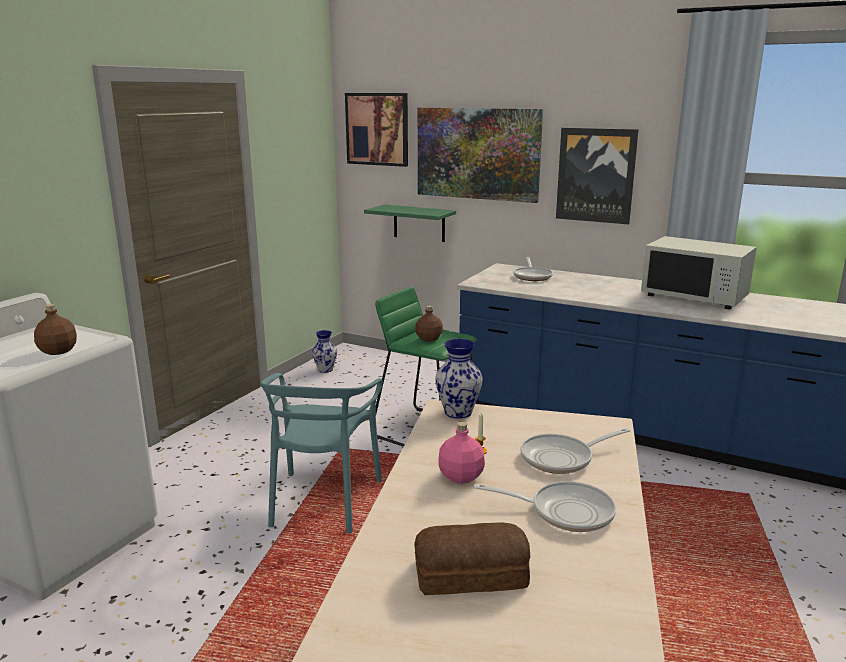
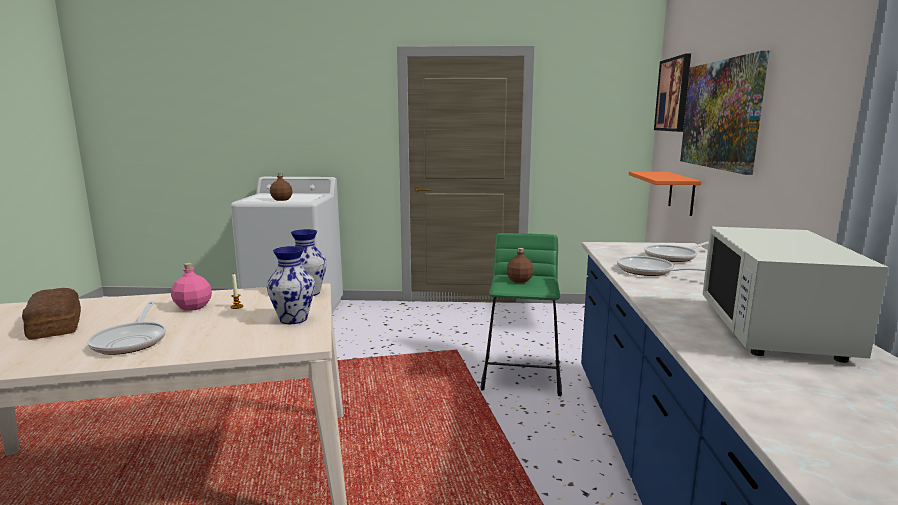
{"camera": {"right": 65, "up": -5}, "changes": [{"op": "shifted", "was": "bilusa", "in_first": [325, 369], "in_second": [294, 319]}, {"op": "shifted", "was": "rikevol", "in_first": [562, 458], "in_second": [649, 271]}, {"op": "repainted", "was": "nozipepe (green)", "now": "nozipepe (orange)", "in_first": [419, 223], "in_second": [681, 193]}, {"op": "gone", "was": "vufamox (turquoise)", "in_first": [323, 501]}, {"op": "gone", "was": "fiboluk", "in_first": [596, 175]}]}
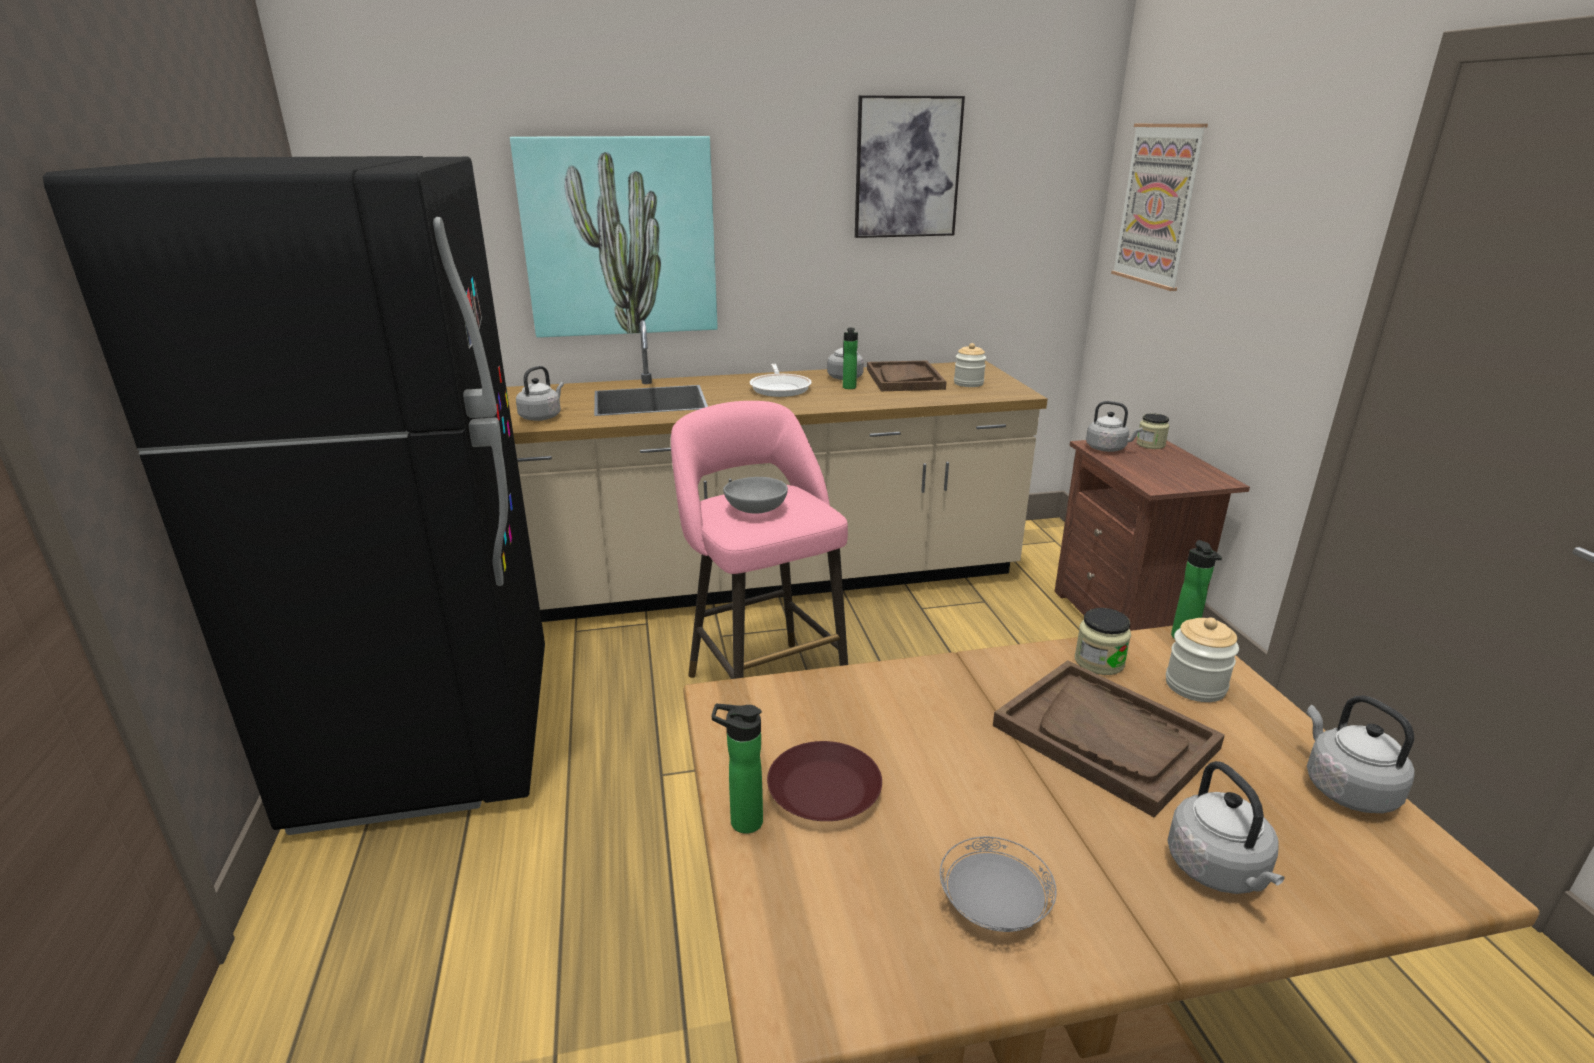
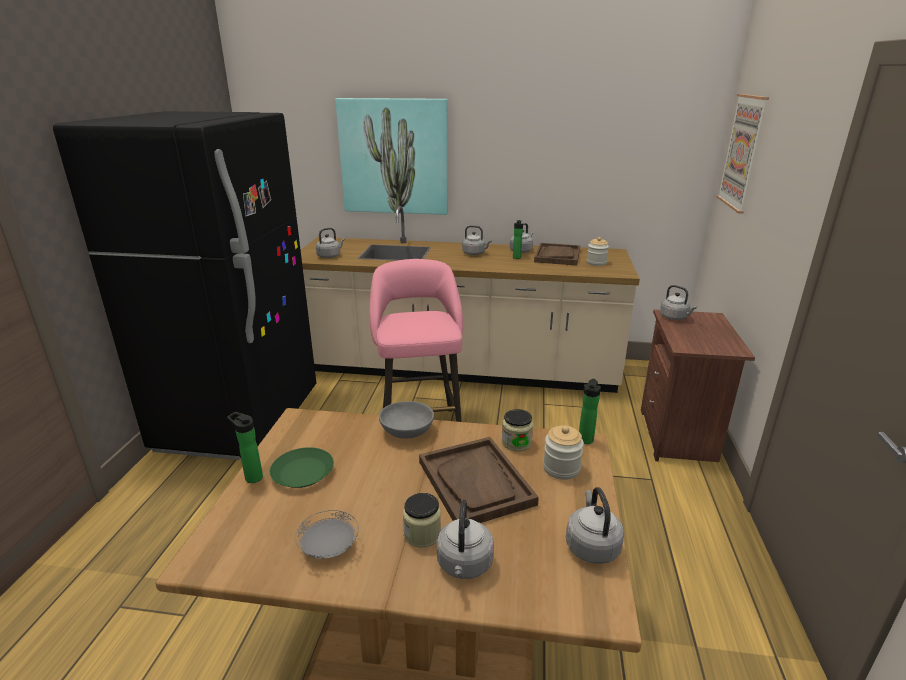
{"camera": {"right": 20, "up": 0}, "changes": [{"op": "repainted", "was": "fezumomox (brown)", "now": "fezumomox (green)", "in_first": [824, 789], "in_second": [303, 472]}, {"op": "shifted", "was": "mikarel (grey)", "in_first": [756, 508], "in_second": [407, 431]}, {"op": "shifted", "was": "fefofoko", "in_first": [1150, 444], "in_second": [422, 534]}, {"op": "swapped", "was": "rikevol", "now": "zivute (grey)", "in_first": [780, 388], "in_second": [475, 253]}, {"op": "gone", "was": "fiboluk", "in_first": [907, 168]}]}
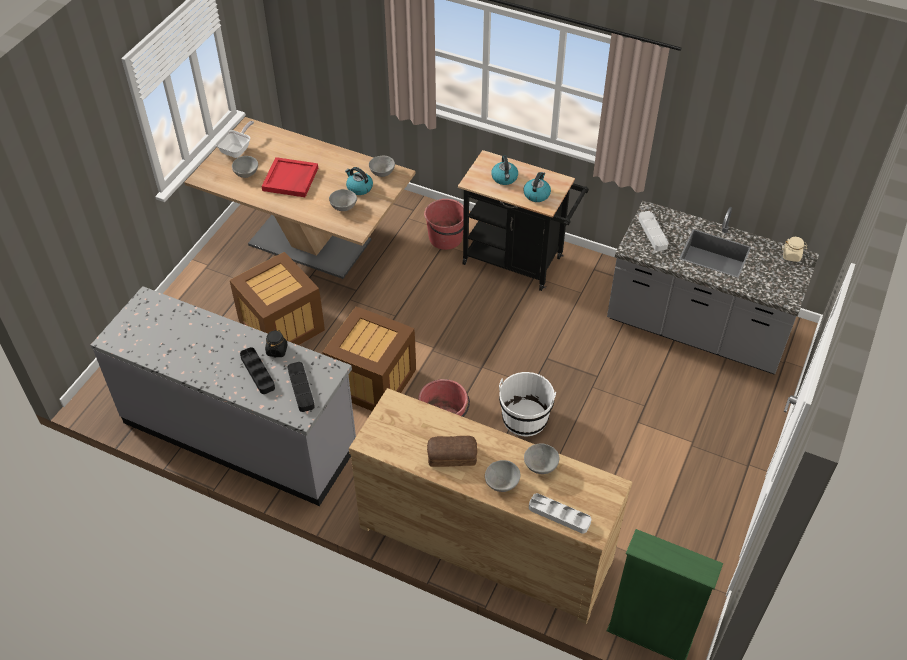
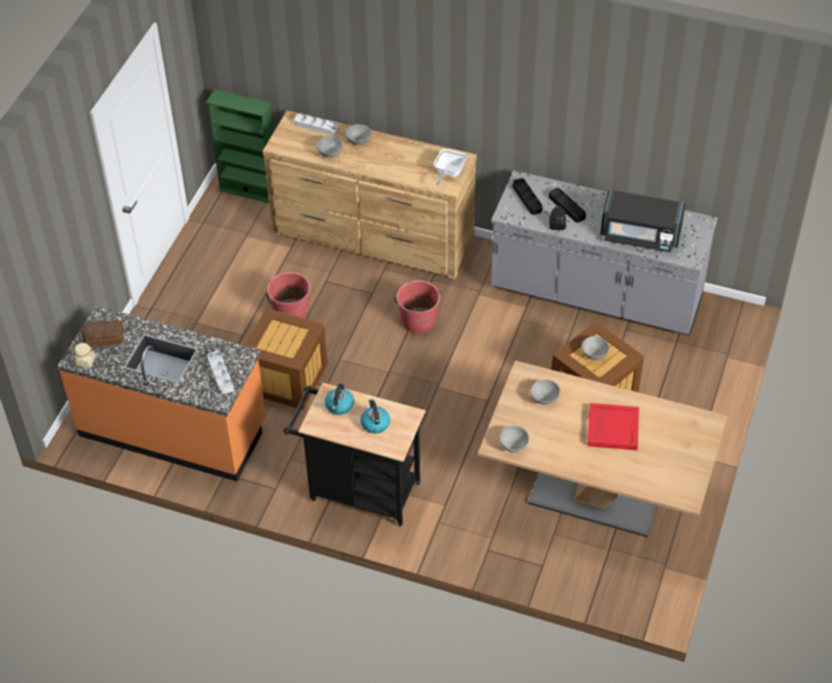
{"camera": {"right": 175, "up": 0}, "changes": [{"op": "repainted", "was": "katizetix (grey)", "now": "katizetix (orange)", "in_first": [697, 329], "in_second": [173, 428]}, {"op": "shifted", "was": "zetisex", "in_first": [451, 455], "in_second": [105, 338]}, {"op": "shifted", "was": "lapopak", "in_first": [372, 381], "in_second": [287, 379]}, {"op": "shifted", "was": "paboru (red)", "in_first": [446, 238], "in_second": [290, 311]}, {"op": "shifted", "was": "rikevol", "in_first": [237, 150], "in_second": [448, 173]}, {"op": "shifted", "was": "mikarel (grey)", "in_first": [247, 173], "in_second": [594, 354]}, {"op": "new", "now": "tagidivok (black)", "in_second": [640, 235]}, {"op": "gone", "was": "zivute", "in_first": [359, 188]}, {"op": "gone", "was": "paboru (white)", "in_first": [525, 418]}]}
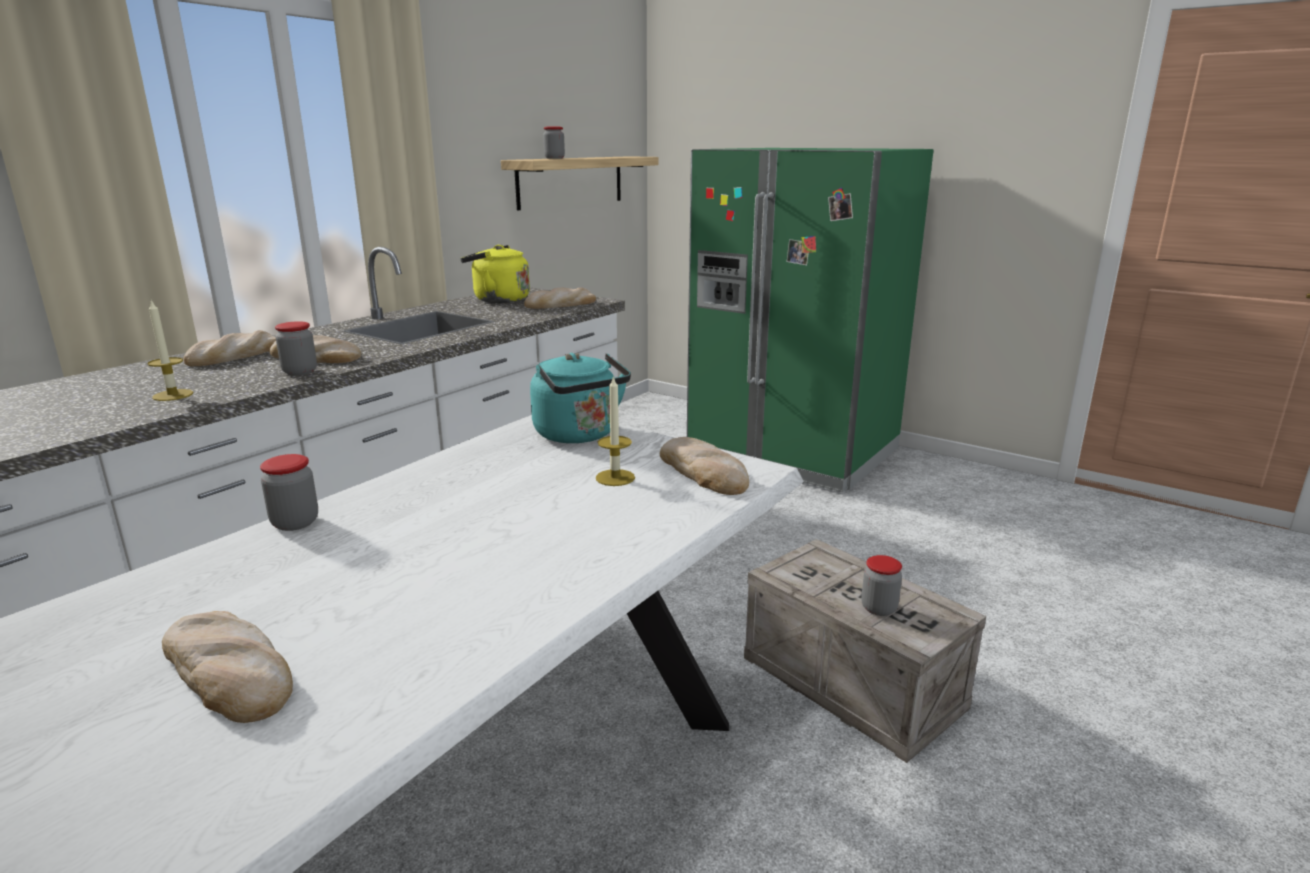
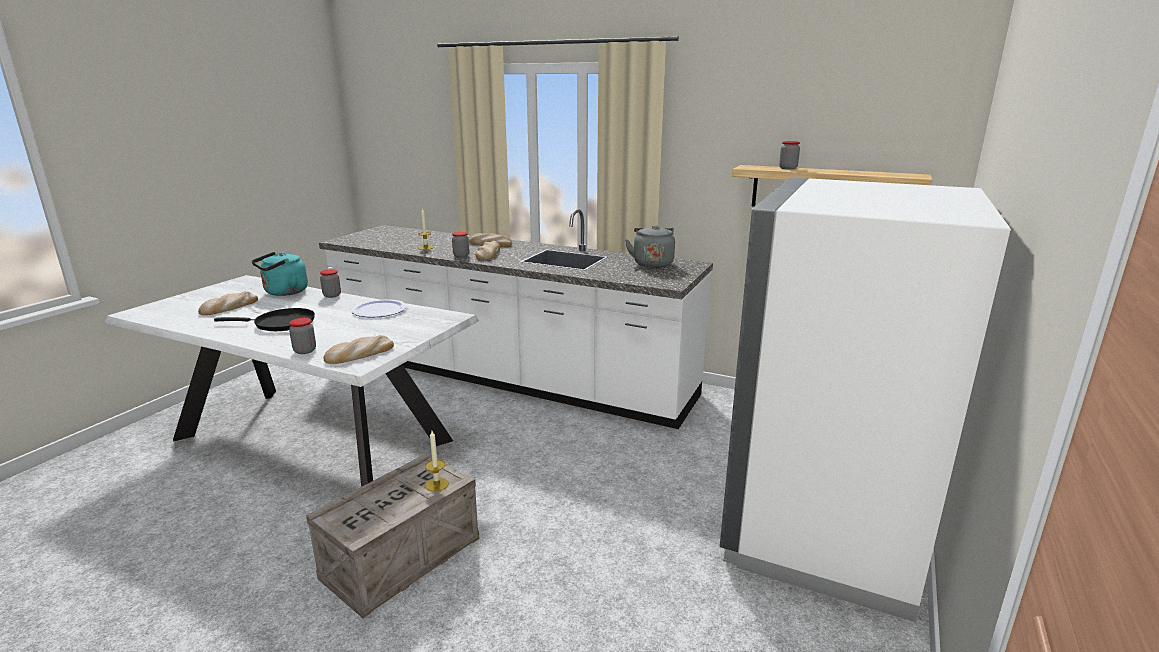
{"camera": {"right": 80, "up": 0}, "changes": [{"op": "new", "now": "rikevol (black)", "in_second": [281, 323]}, {"op": "shifted", "was": "zivute (turquoise)", "in_first": [579, 435], "in_second": [283, 292]}, {"op": "shifted", "was": "fefofoko", "in_first": [878, 608], "in_second": [305, 351]}, {"op": "new", "now": "fezumomox", "in_second": [379, 310]}, {"op": "shifted", "was": "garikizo", "in_first": [615, 478], "in_second": [436, 484]}, {"op": "repainted", "was": "zivute (yellow)", "now": "zivute (grey)", "in_first": [498, 300], "in_second": [652, 263]}, {"op": "repainted", "was": "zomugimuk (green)", "now": "zomugimuk (white)", "in_first": [793, 452], "in_second": [821, 528]}, {"op": "gone", "was": "zetisex", "in_first": [560, 304]}]}
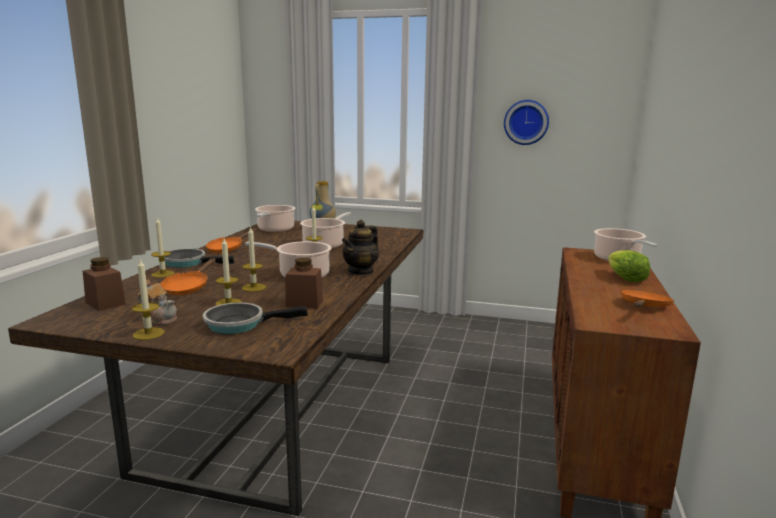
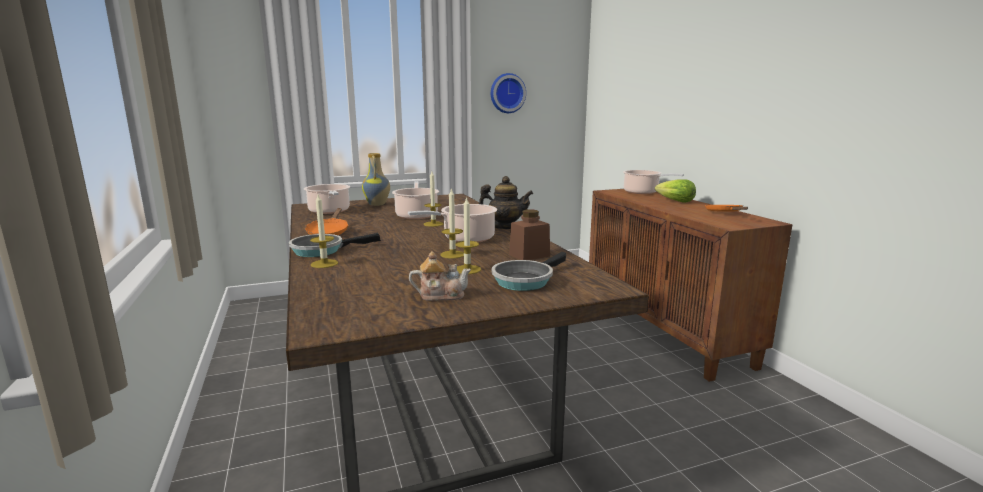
{"camera": {"right": -35, "up": 0}, "changes": [{"op": "rotated", "was": "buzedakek", "in_first": [361, 271], "in_second": [505, 227], "clockwise": -75}, {"op": "gone", "was": "fefofoko (brown)", "in_first": [105, 303]}, {"op": "gone", "was": "garikizo", "in_first": [148, 334]}, {"op": "gone", "was": "rikevol (orange)", "in_first": [188, 287]}]}
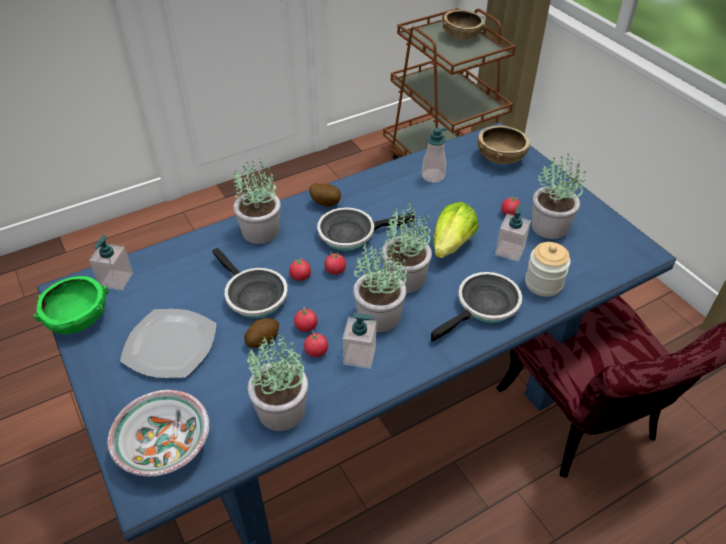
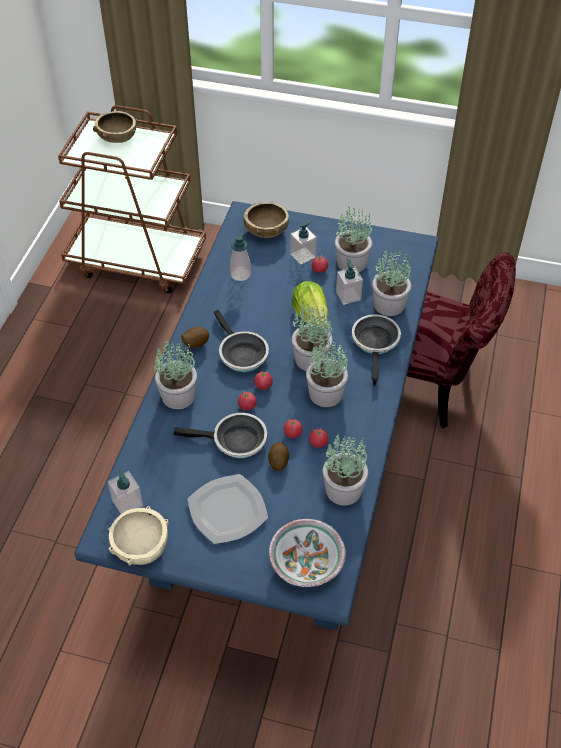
{"camera": {"right": -45, "up": 5}, "changes": [{"op": "repainted", "was": "mikarel (green)", "now": "mikarel (beige)", "in_first": [78, 318], "in_second": [141, 545]}, {"op": "rotated", "was": "rikevol", "in_first": [351, 234], "in_second": [241, 354], "clockwise": -60}, {"op": "shifted", "was": "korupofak", "in_first": [360, 356], "in_second": [303, 255]}, {"op": "swapped", "was": "fefofoko", "now": "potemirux", "in_first": [543, 283], "in_second": [389, 304]}]}
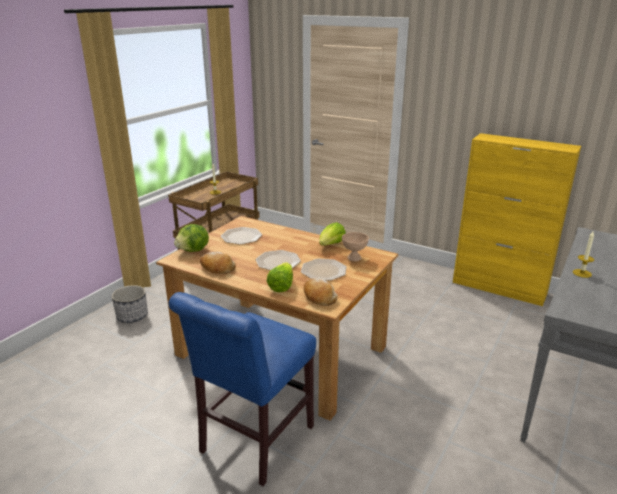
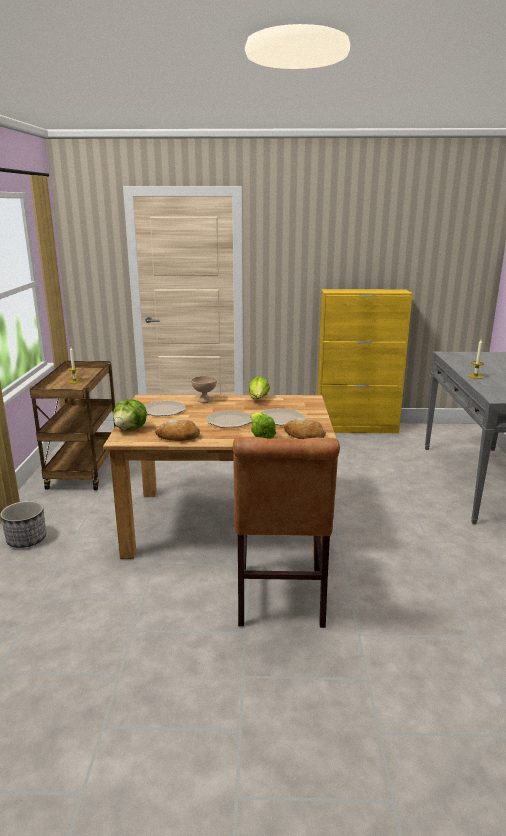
{"camera": {"right": -30, "up": -5}, "changes": [{"op": "shifted", "was": "mikarel (beige)", "in_first": [354, 258], "in_second": [205, 400]}, {"op": "repainted", "was": "vufamox (blue)", "now": "vufamox (brown)", "in_first": [253, 443], "in_second": [280, 600]}]}
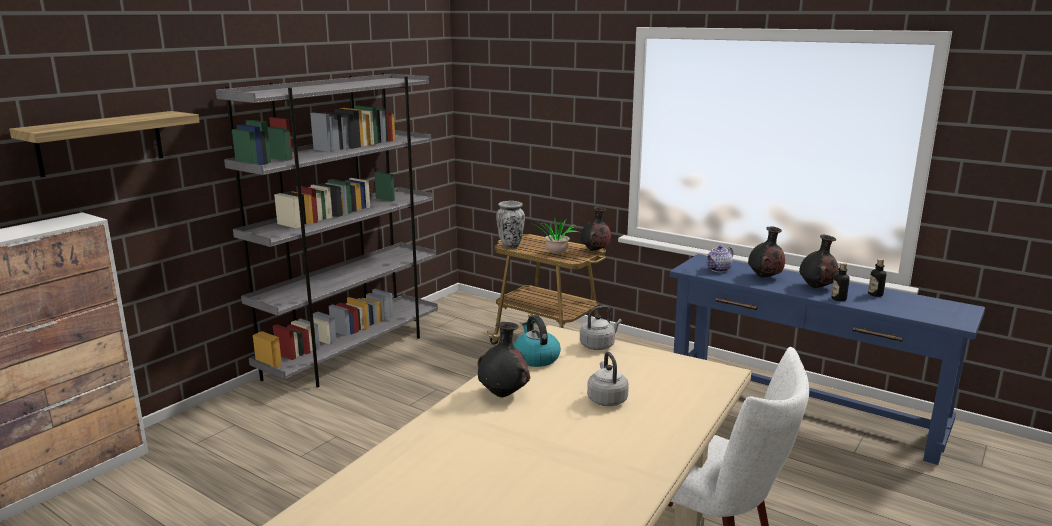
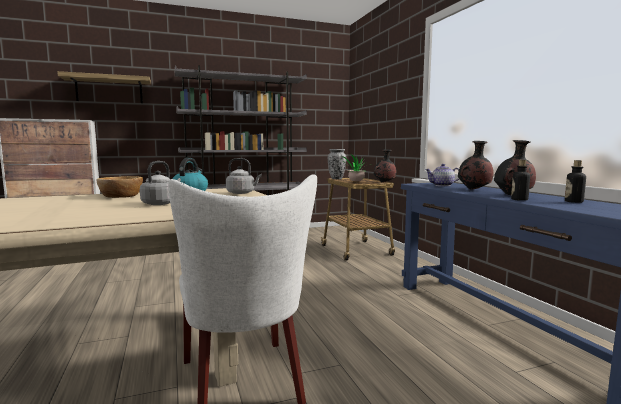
{"camera": {"right": 35, "up": -10}, "changes": [{"op": "swapped", "was": "bilusa (black)", "now": "mikarel", "in_first": [504, 394], "in_second": [122, 196]}]}
